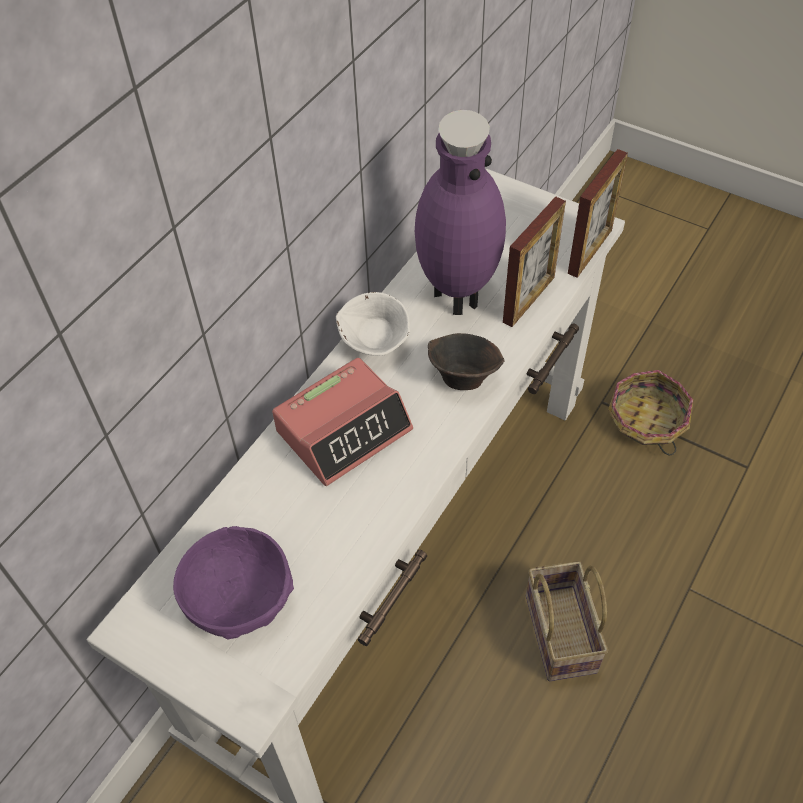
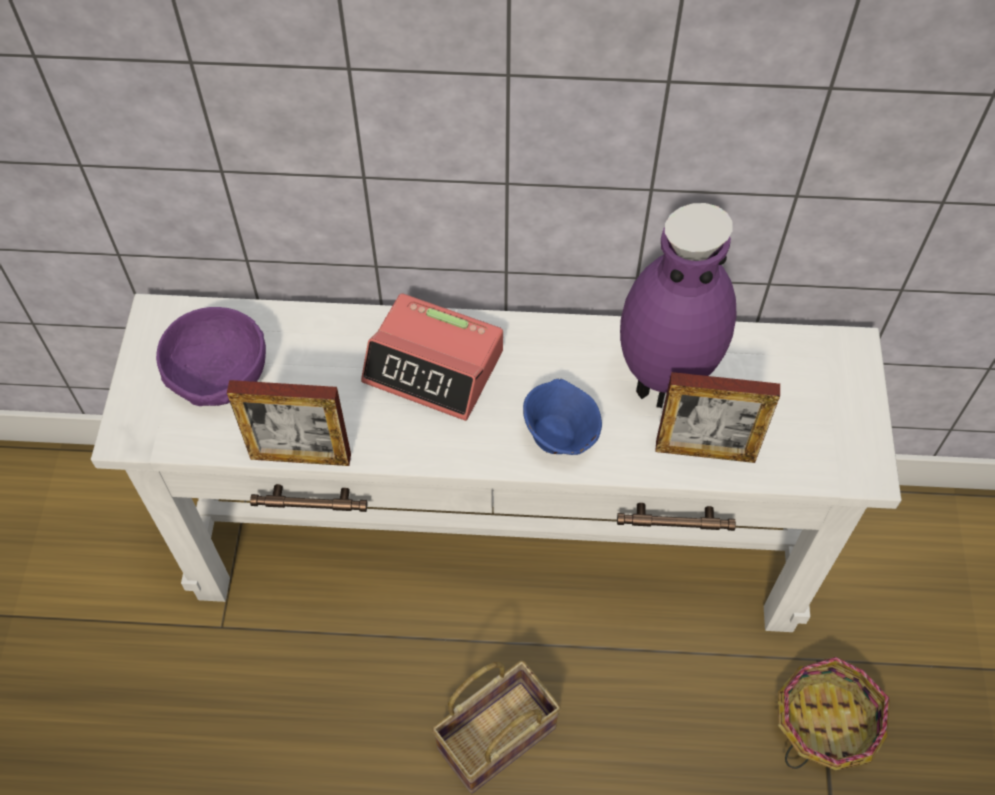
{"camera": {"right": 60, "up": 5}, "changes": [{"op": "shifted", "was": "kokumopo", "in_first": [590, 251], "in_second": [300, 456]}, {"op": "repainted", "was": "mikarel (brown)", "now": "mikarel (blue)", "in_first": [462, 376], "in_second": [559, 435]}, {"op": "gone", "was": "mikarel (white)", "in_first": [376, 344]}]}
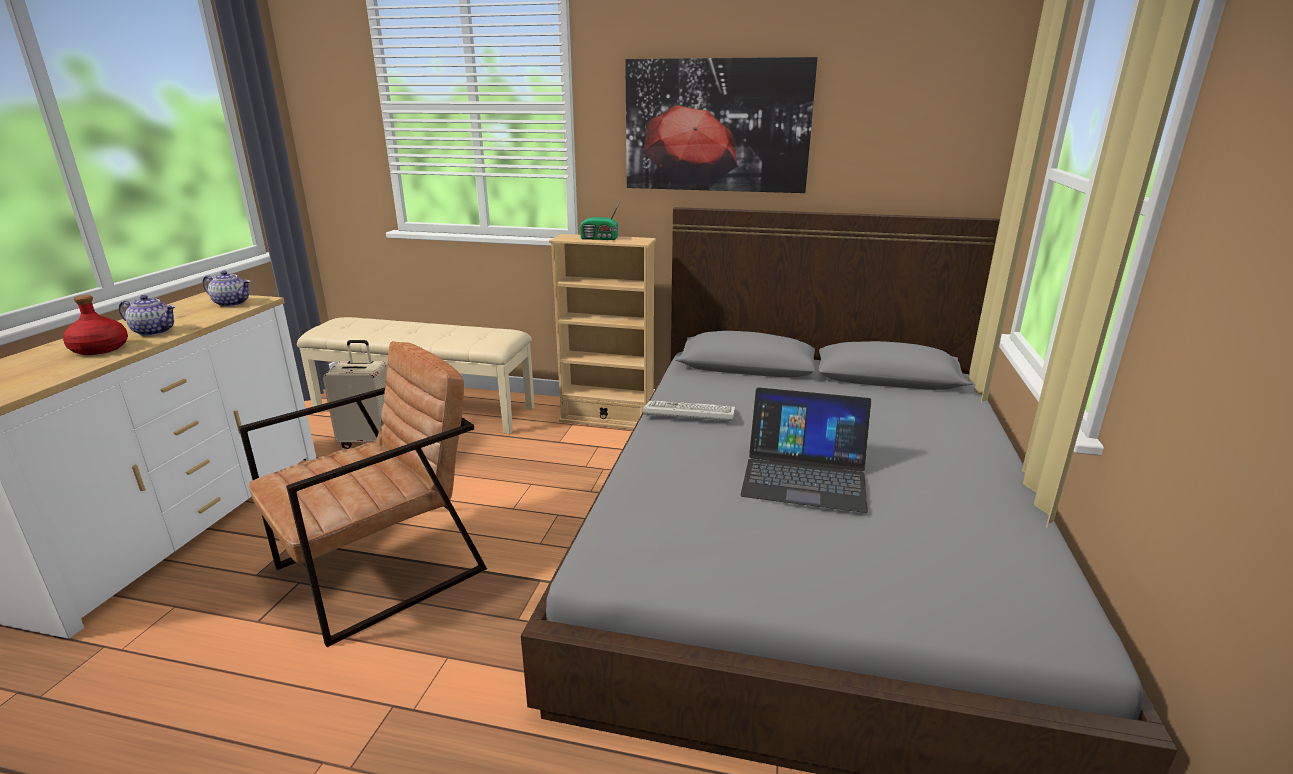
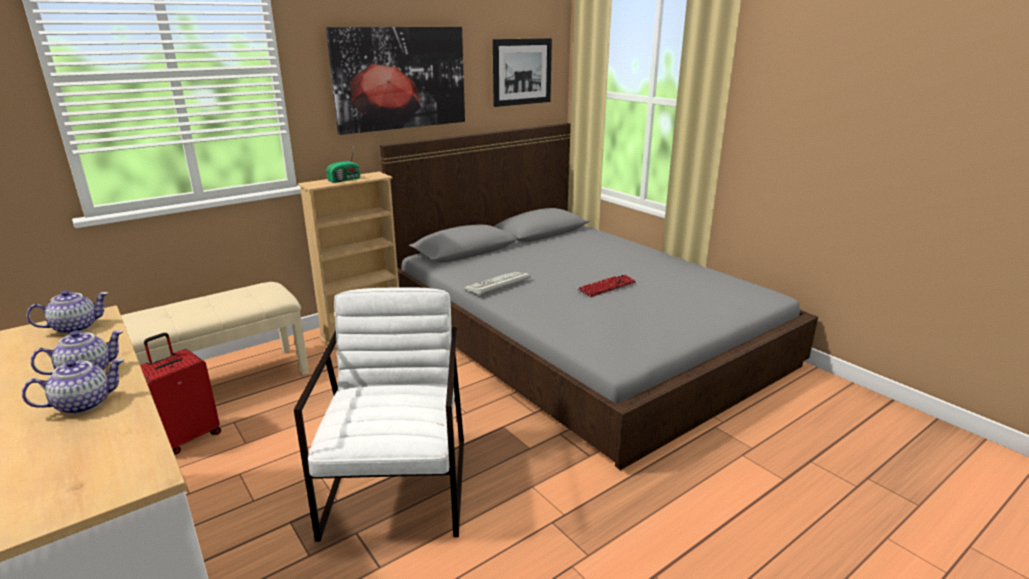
{"camera": {"right": -50, "up": 0}, "changes": [{"op": "swapped", "was": "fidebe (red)", "now": "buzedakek", "in_first": [100, 349], "in_second": [84, 404]}, {"op": "repainted", "was": "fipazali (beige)", "now": "fipazali (red)", "in_first": [369, 441], "in_second": [187, 438]}, {"op": "repainted", "was": "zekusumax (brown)", "now": "zekusumax (white)", "in_first": [381, 568], "in_second": [398, 486]}, {"op": "new", "now": "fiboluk", "in_second": [522, 72]}, {"op": "swapped", "was": "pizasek", "now": "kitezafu", "in_first": [804, 475], "in_second": [607, 287]}]}
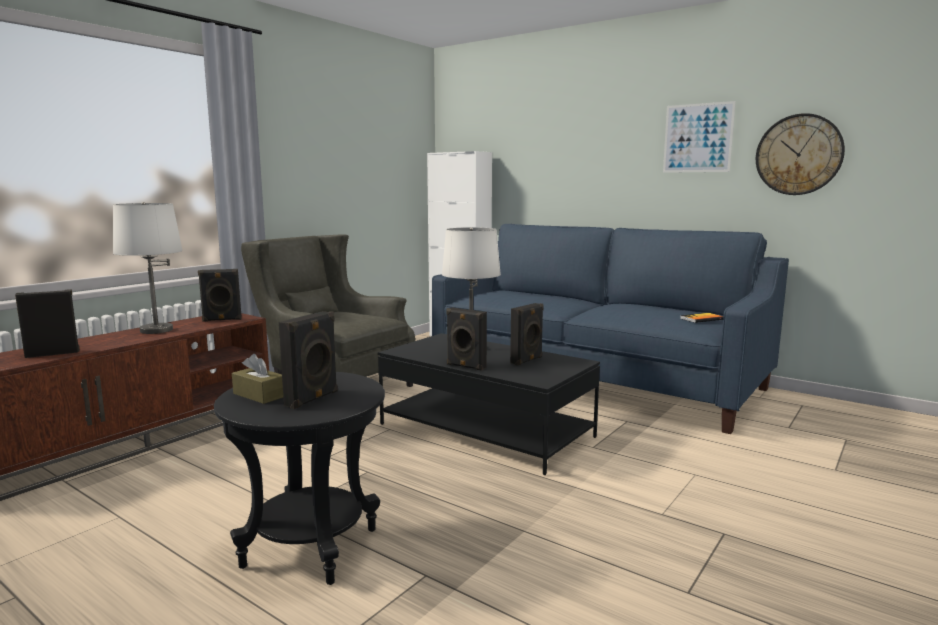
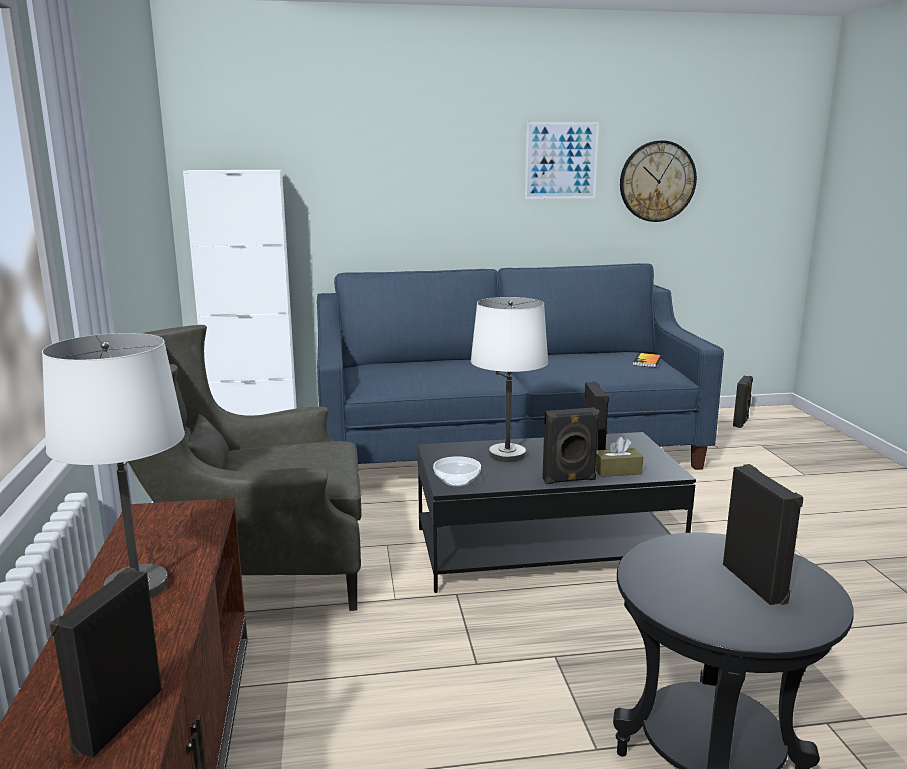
{"camera": {"right": -45, "up": 5}, "changes": [{"op": "new", "now": "mikarel", "in_second": [457, 481]}, {"op": "shifted", "was": "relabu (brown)", "in_first": [259, 395], "in_second": [617, 471]}, {"op": "shifted", "was": "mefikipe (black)", "in_first": [222, 320], "in_second": [741, 422]}]}
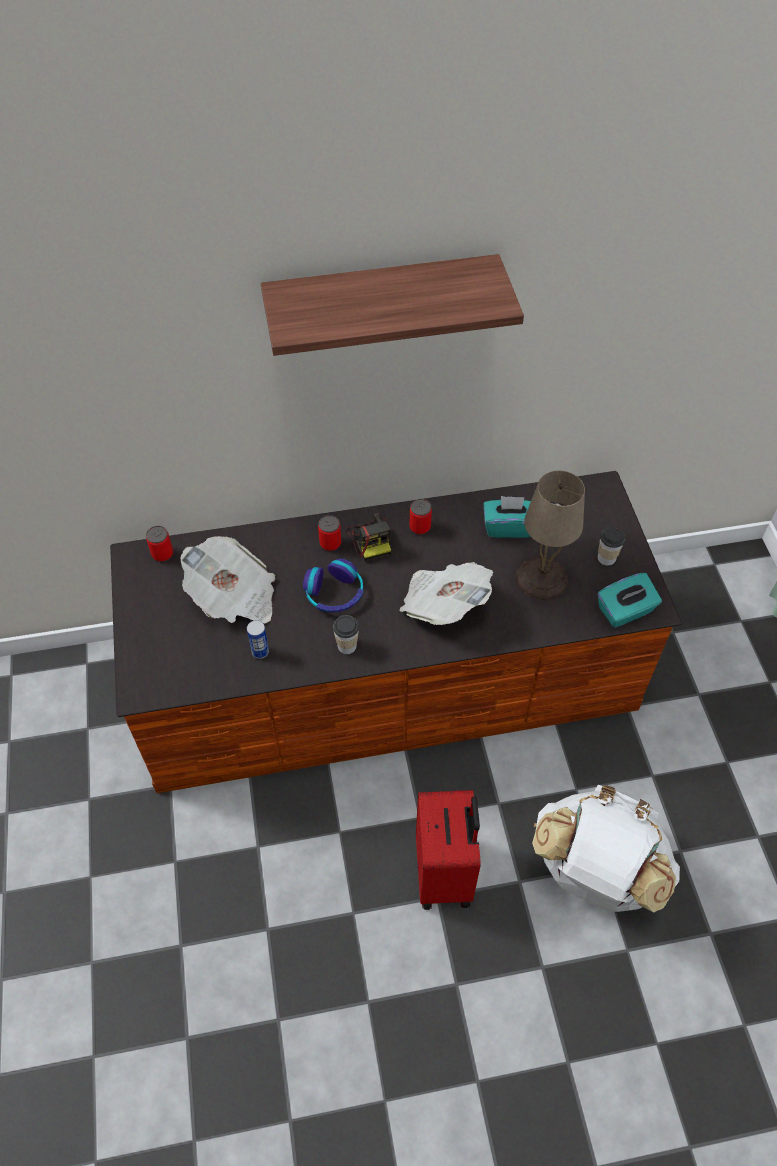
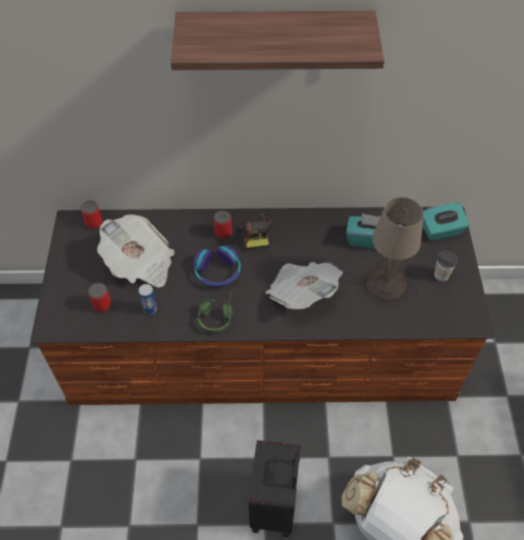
{"camera": {"right": 10, "up": 0}, "changes": [{"op": "shifted", "was": "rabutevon", "in_first": [420, 527], "in_second": [102, 305]}, {"op": "swapped", "was": "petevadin", "now": "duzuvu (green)", "in_first": [347, 646], "in_second": [218, 314]}, {"op": "repainted", "was": "fipazali (red)", "now": "fipazali (black)", "in_first": [445, 873], "in_second": [275, 506]}, {"op": "shifted", "was": "relabu (turquoise)", "in_first": [625, 611], "in_second": [441, 230]}]}
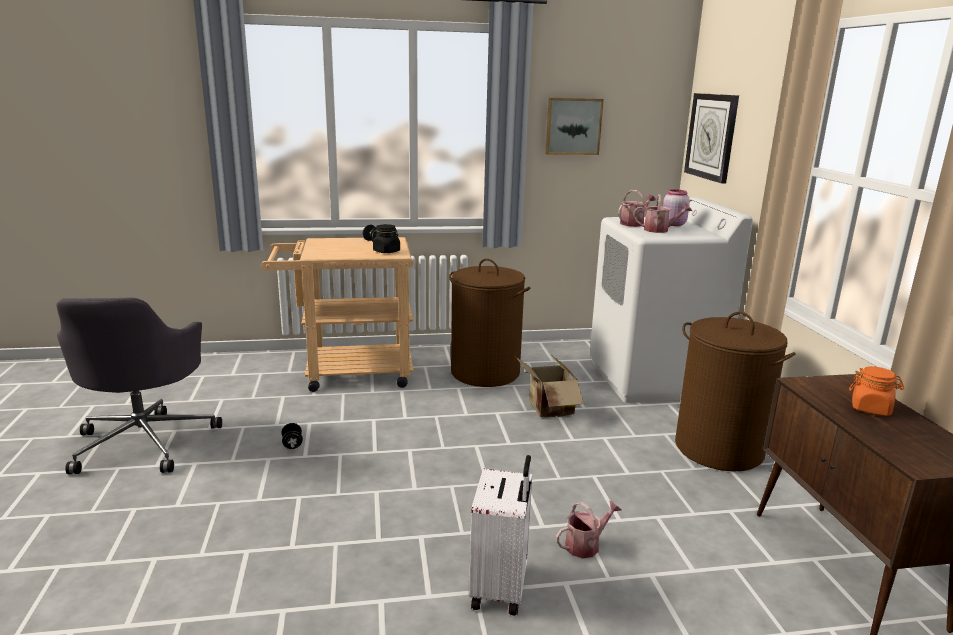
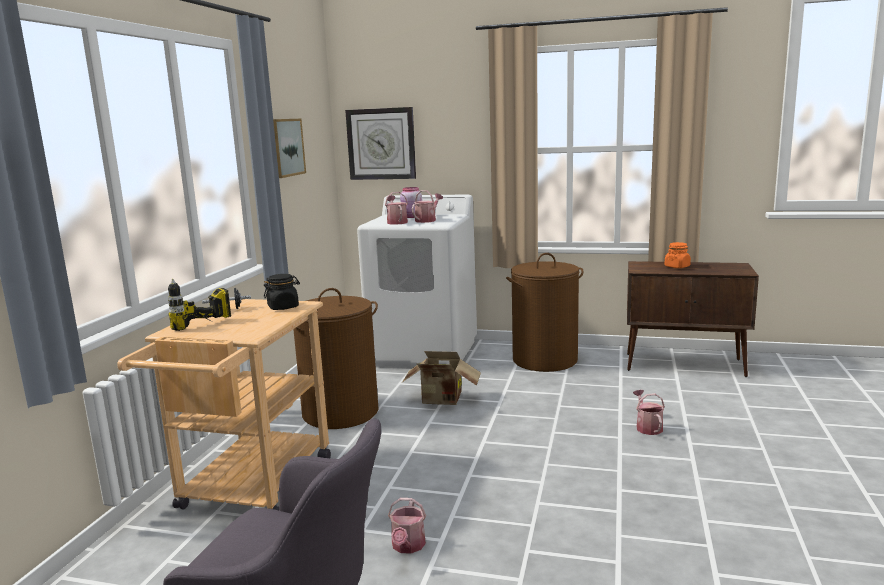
{"camera": {"right": -65, "up": -5}, "changes": [{"op": "new", "now": "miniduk", "in_second": [207, 329]}, {"op": "swapped", "was": "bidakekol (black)", "now": "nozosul", "in_first": [292, 444], "in_second": [407, 546]}, {"op": "gone", "was": "fipazali (white)", "in_first": [501, 589]}]}
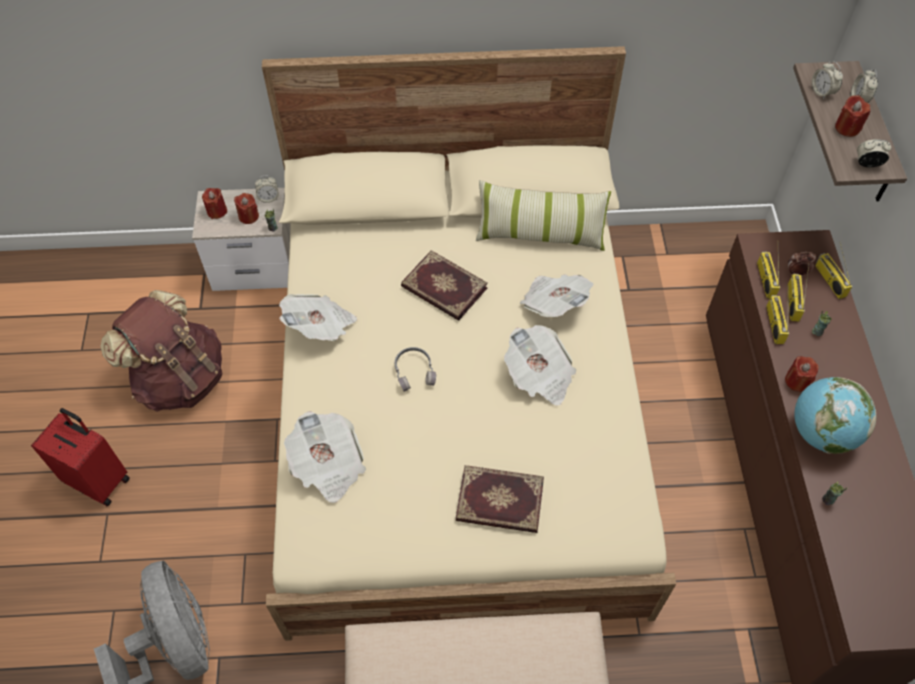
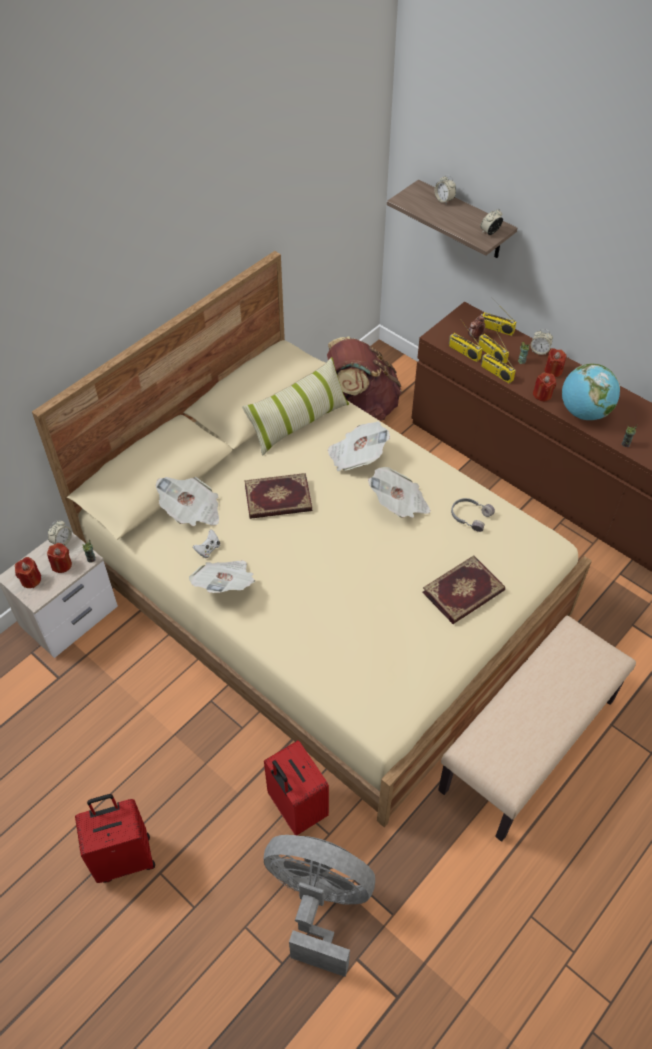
{"camera": {"right": -45, "up": -5}, "changes": [{"op": "shifted", "was": "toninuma", "in_first": [328, 466], "in_second": [191, 511]}, {"op": "new", "now": "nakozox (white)", "in_second": [208, 549]}, {"op": "new", "now": "fipazali (red)", "in_second": [296, 808]}, {"op": "shifted", "was": "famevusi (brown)", "in_first": [180, 378], "in_second": [361, 406]}, {"op": "shifted", "was": "duzuvu (grey)", "in_first": [414, 371], "in_second": [470, 516]}, {"op": "shifted", "was": "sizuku", "in_first": [822, 92], "in_second": [539, 351]}, {"op": "shifted", "was": "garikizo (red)", "in_first": [847, 128], "in_second": [553, 371]}]}
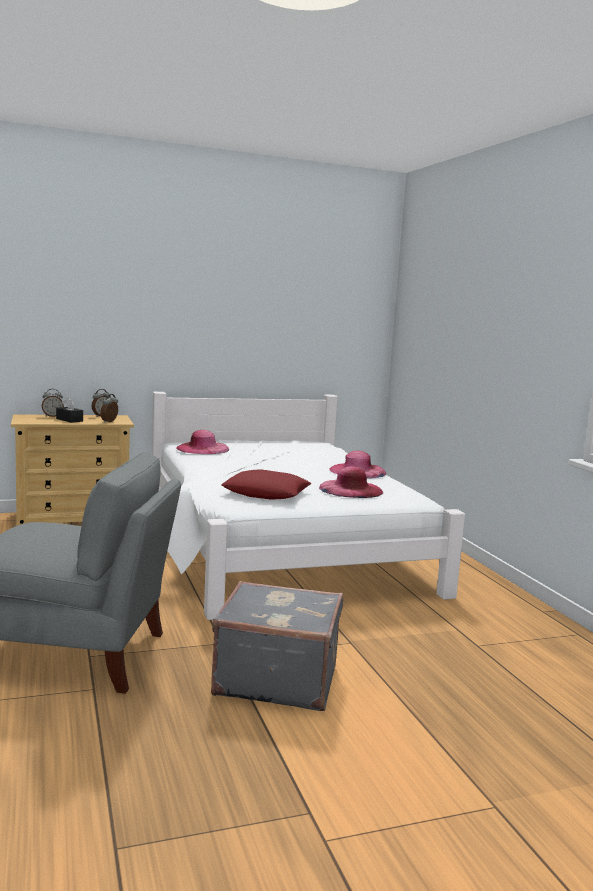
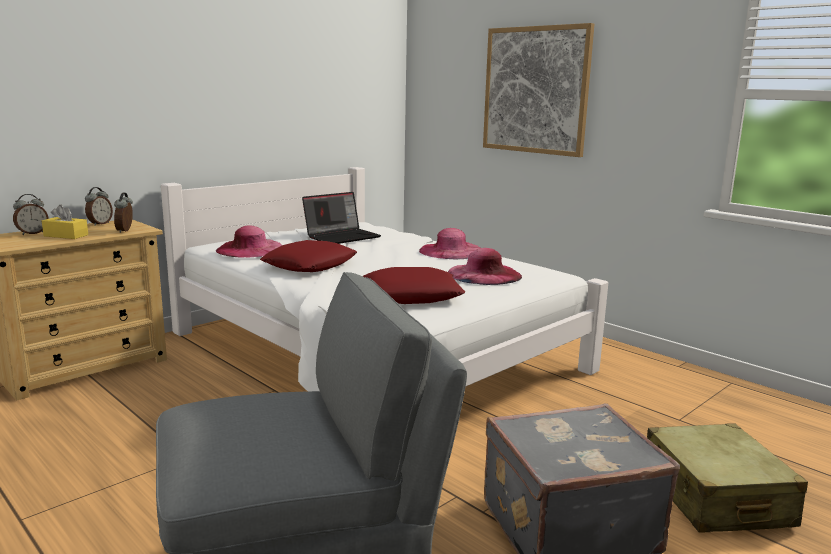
{"camera": {"right": -25, "up": 5}, "changes": [{"op": "repainted", "was": "relabu (black)", "now": "relabu (yellow)", "in_first": [69, 420], "in_second": [66, 235]}, {"op": "new", "now": "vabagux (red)", "in_second": [310, 265]}, {"op": "new", "now": "pizasek", "in_second": [342, 236]}, {"op": "new", "now": "fiboluk", "in_second": [535, 90]}, {"op": "new", "now": "fipazali (beige)", "in_second": [715, 497]}]}
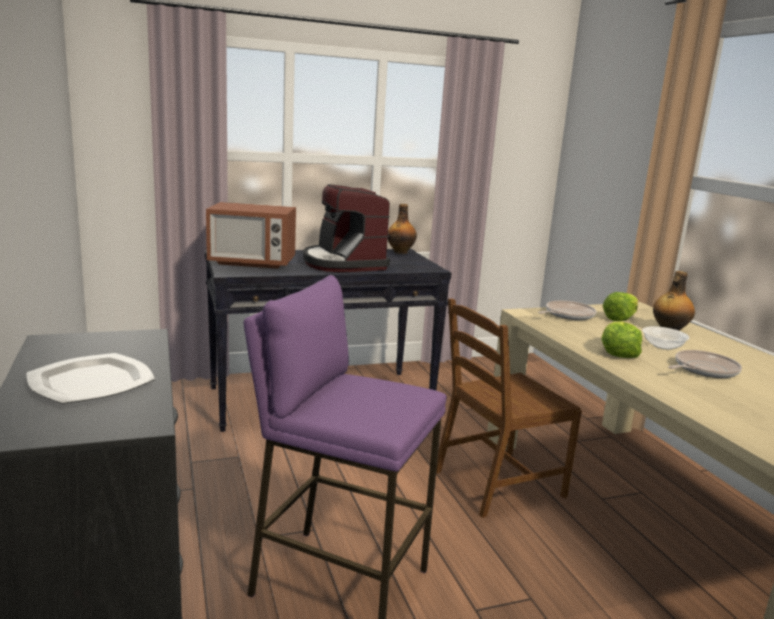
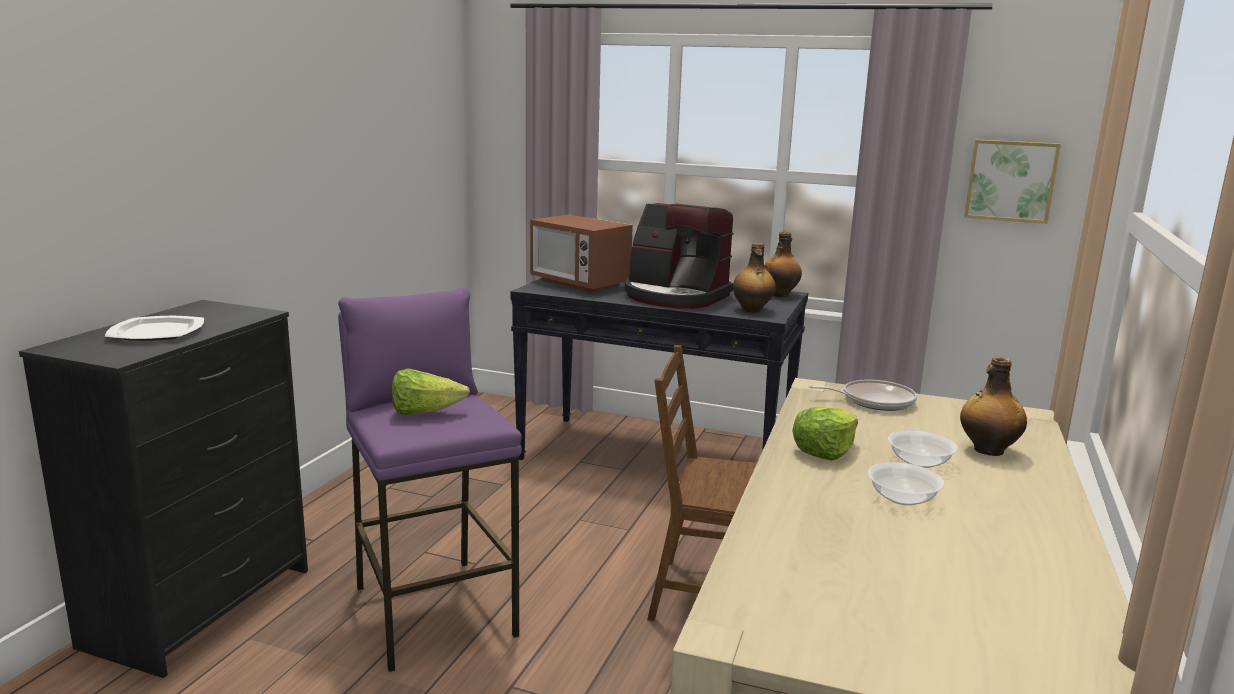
{"camera": {"right": 40, "up": 0}, "changes": [{"op": "shifted", "was": "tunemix", "in_first": [620, 318], "in_second": [424, 413]}, {"op": "rotated", "was": "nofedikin", "in_first": [343, 263], "in_second": [675, 296], "clockwise": -75}, {"op": "new", "now": "fidebe", "in_second": [751, 310]}, {"op": "swapped", "was": "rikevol", "now": "mikarel", "in_first": [703, 369], "in_second": [902, 498]}, {"op": "new", "now": "fiboluk", "in_second": [1010, 180]}]}
